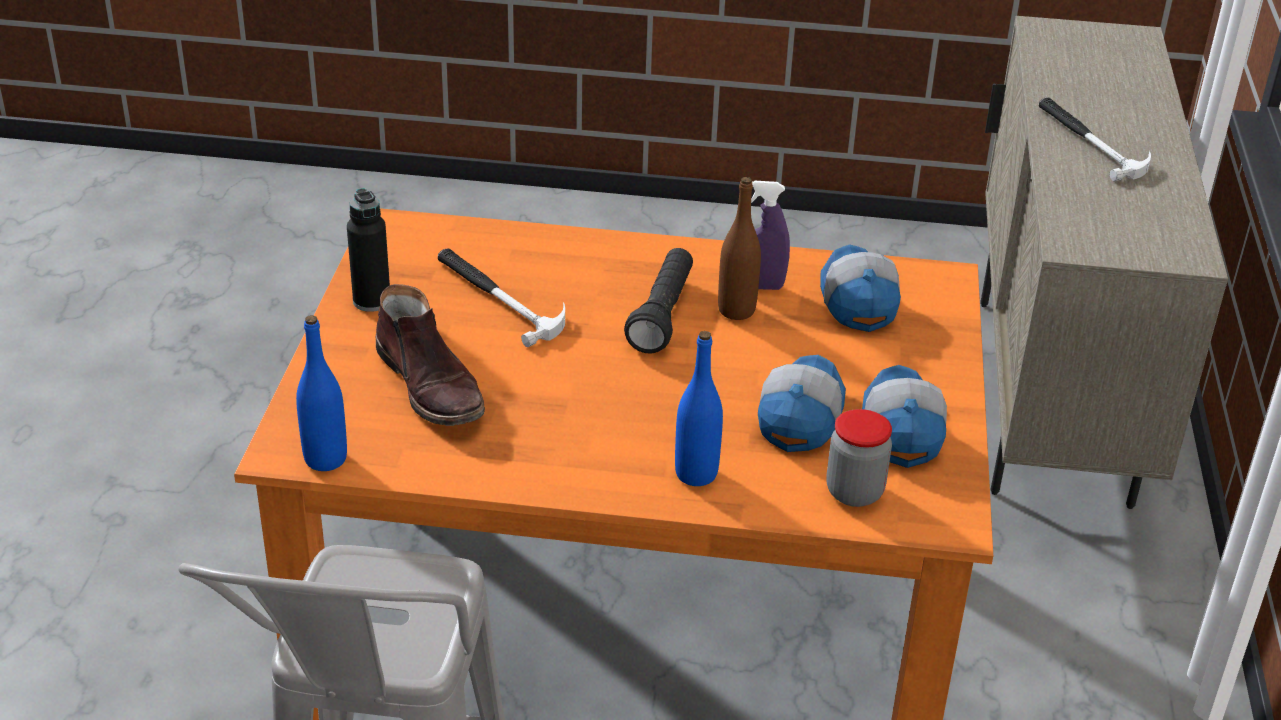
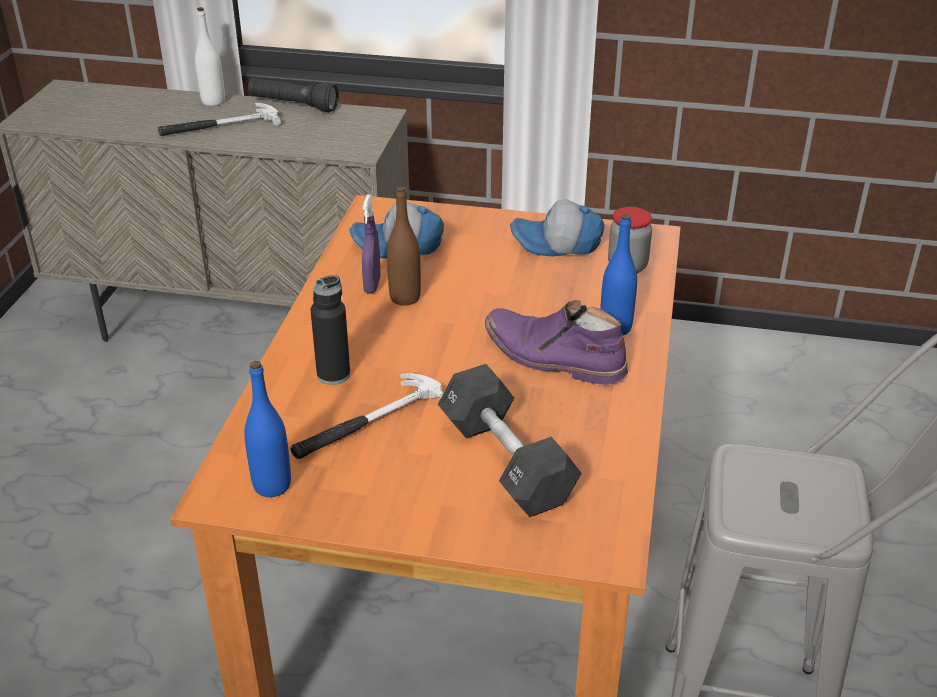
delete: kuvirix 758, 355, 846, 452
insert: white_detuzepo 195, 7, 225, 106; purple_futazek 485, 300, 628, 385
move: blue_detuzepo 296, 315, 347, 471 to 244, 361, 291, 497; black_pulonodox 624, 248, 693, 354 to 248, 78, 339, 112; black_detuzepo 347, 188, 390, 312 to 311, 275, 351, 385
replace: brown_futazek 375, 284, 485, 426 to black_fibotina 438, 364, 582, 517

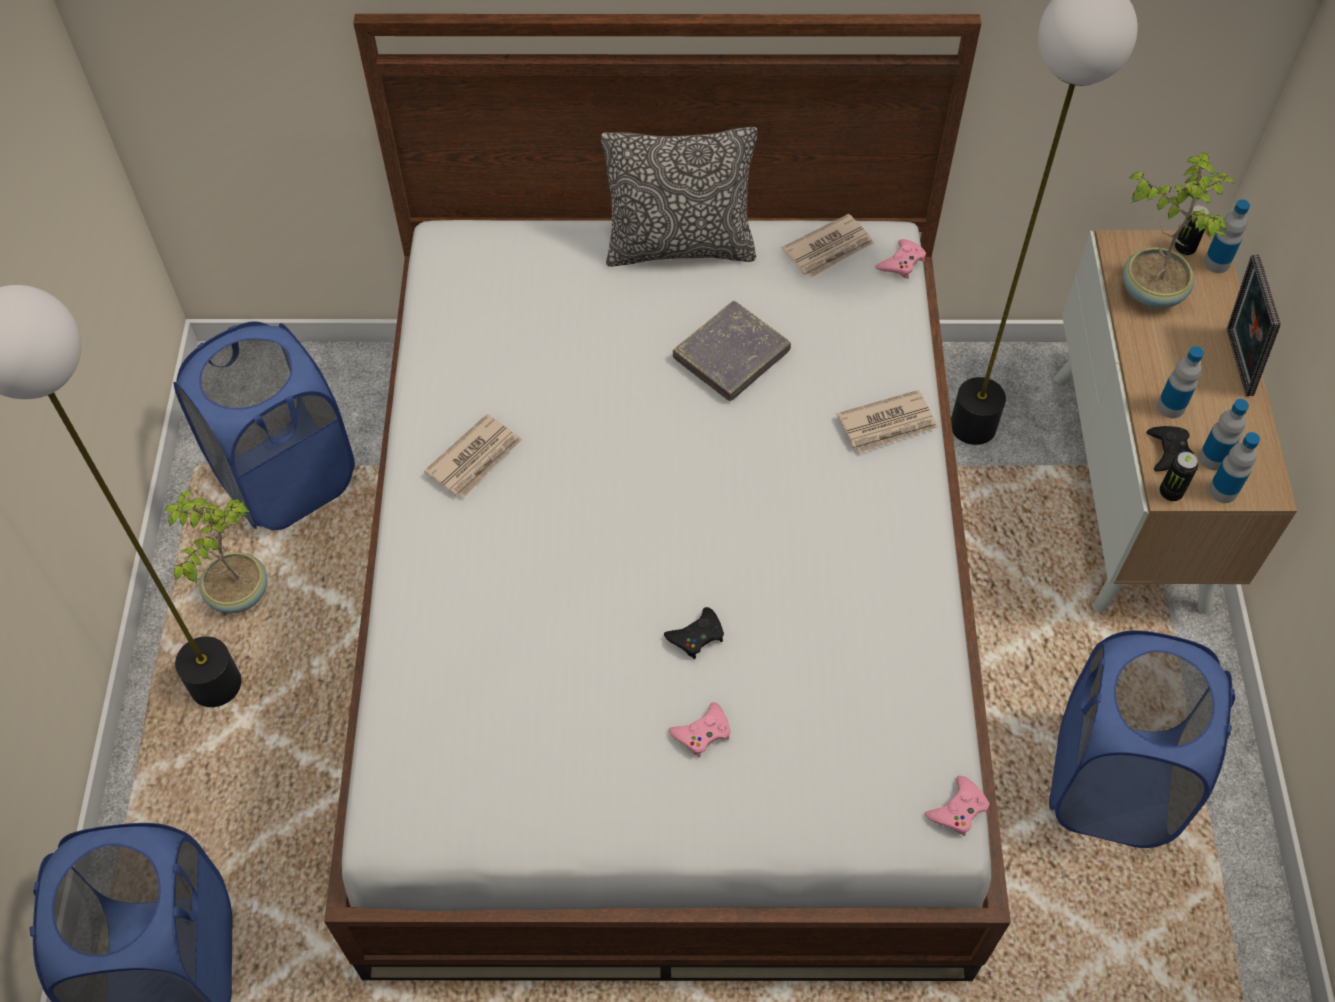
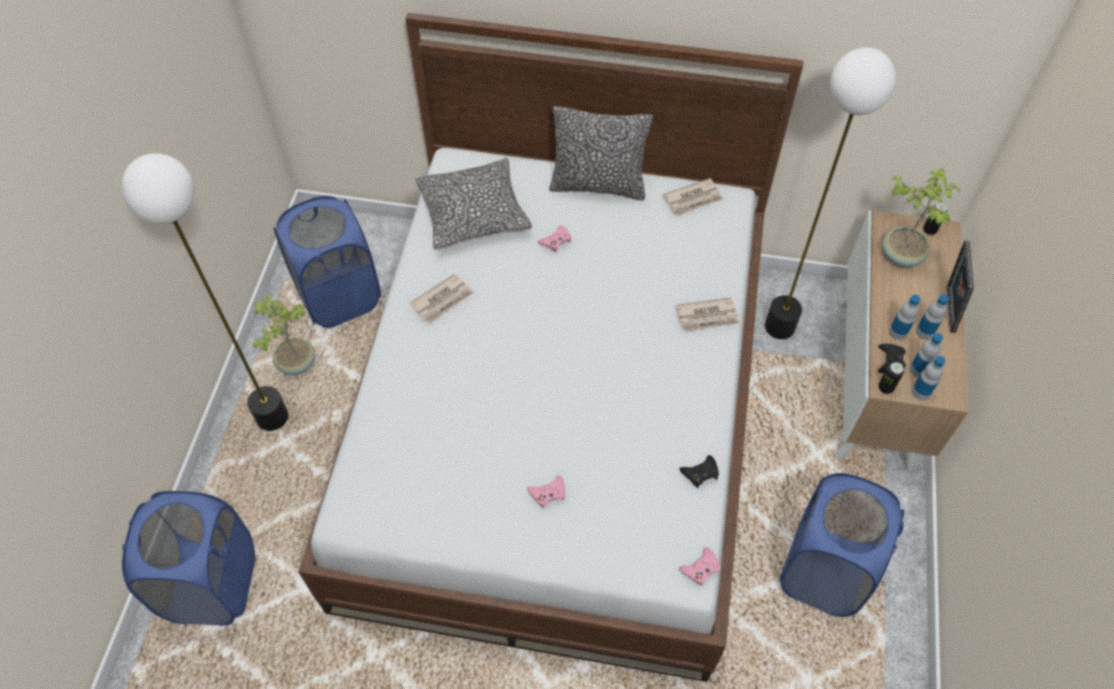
delete: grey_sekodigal 673, 301, 791, 401
insert: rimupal 415, 158, 532, 249
move: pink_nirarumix 875, 239, 926, 279 to 537, 226, 571, 252; black_nirarumix 664, 607, 724, 659 to 680, 455, 719, 488; detuzepo 1204, 200, 1250, 273 to 916, 294, 949, 340

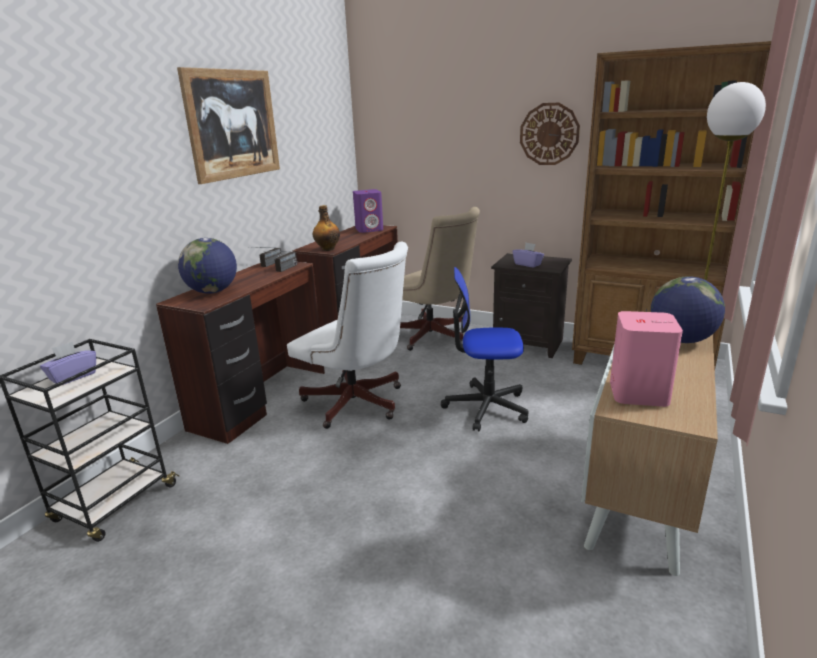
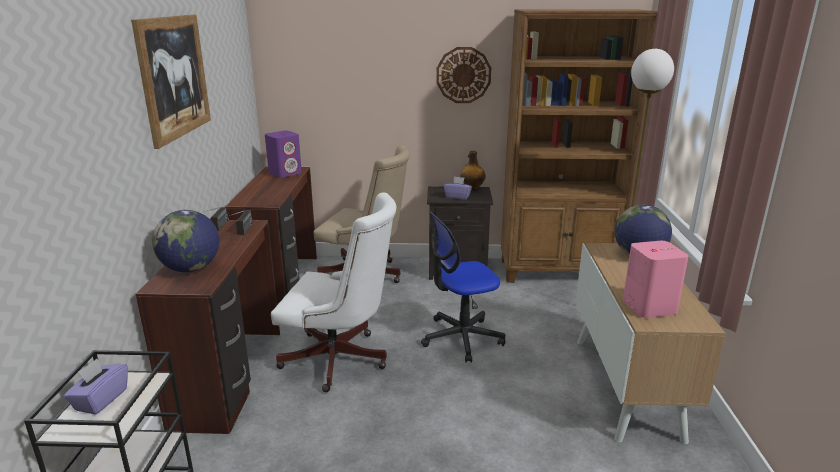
move: detuzepo 313, 205, 340, 251 to 461, 150, 486, 191

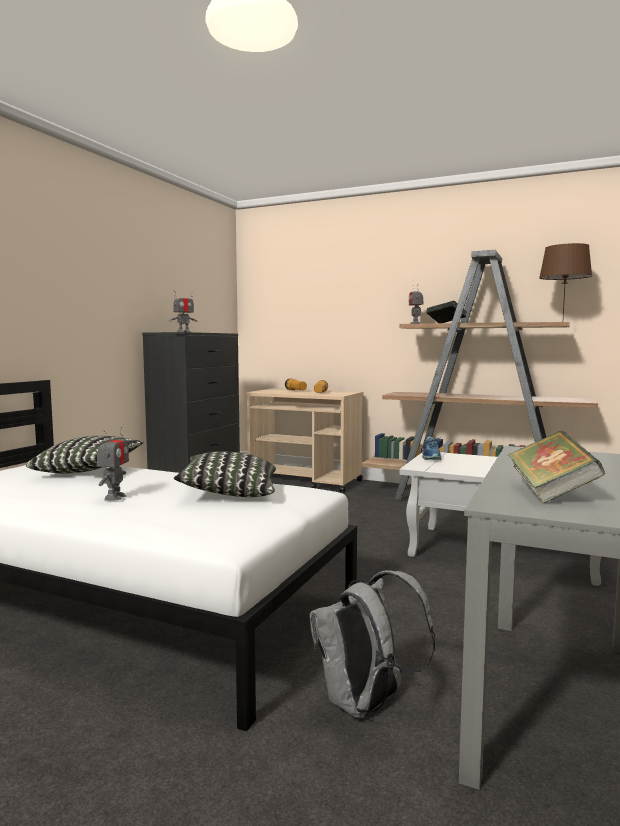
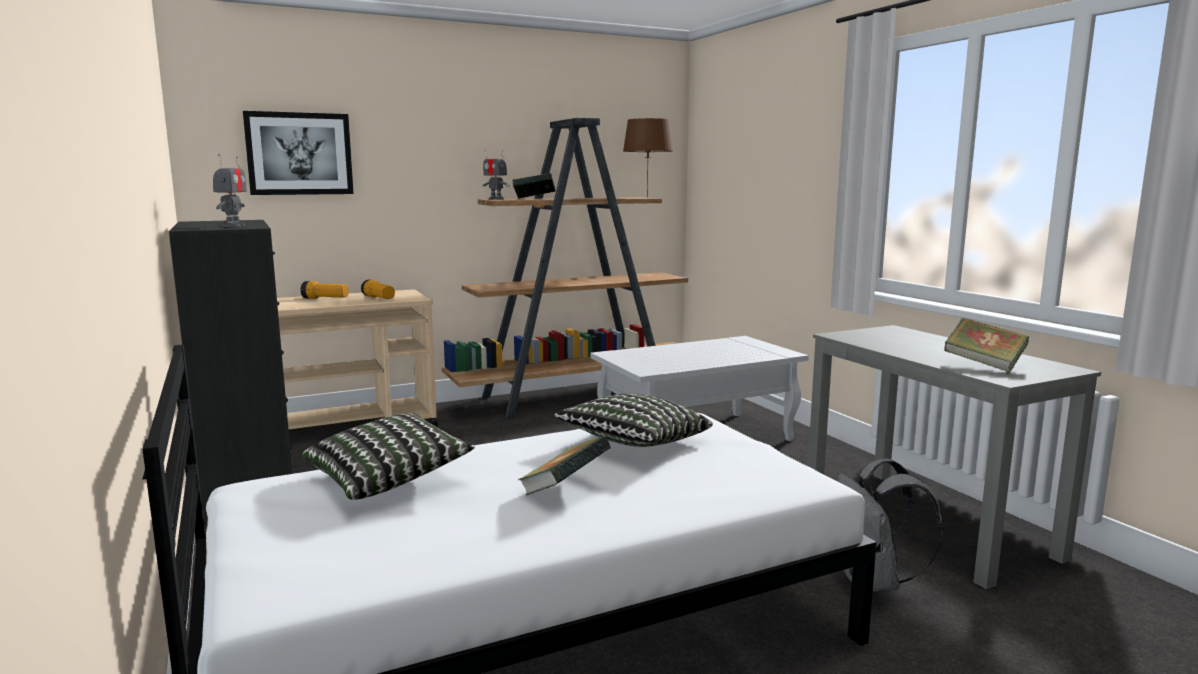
delete: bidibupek 422, 436, 441, 460
insert: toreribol 243, 111, 354, 195
replace: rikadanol 97, 427, 129, 501 to sekodigal 518, 436, 611, 495

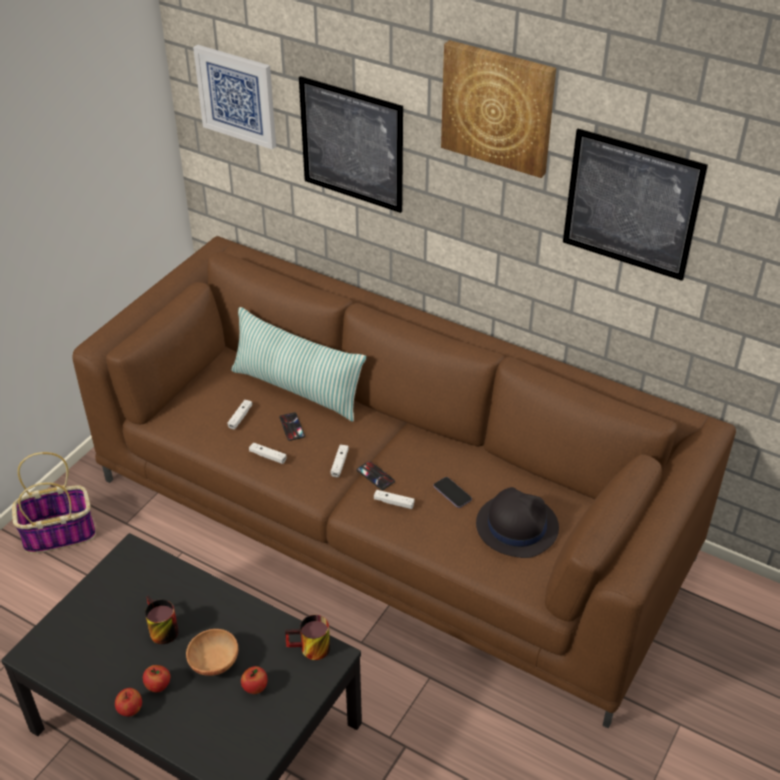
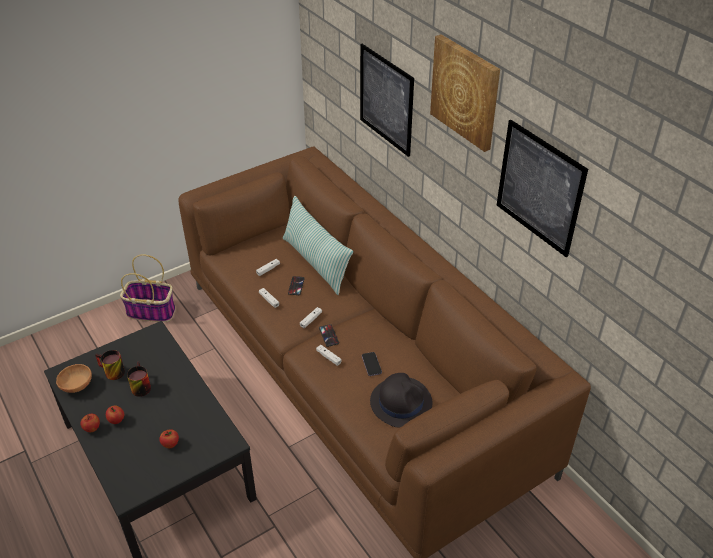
delete: toreribol 193, 45, 276, 149
move: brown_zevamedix 186, 629, 238, 676 to 56, 364, 92, 393; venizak 285, 615, 330, 660 to 95, 350, 125, 380

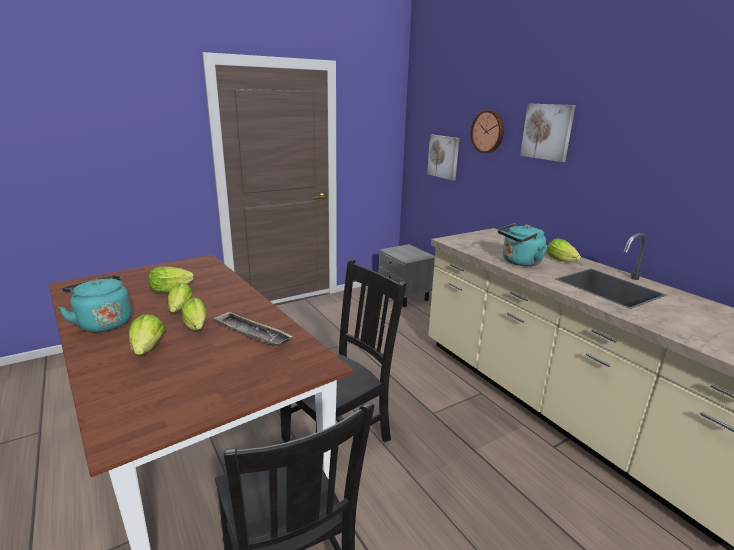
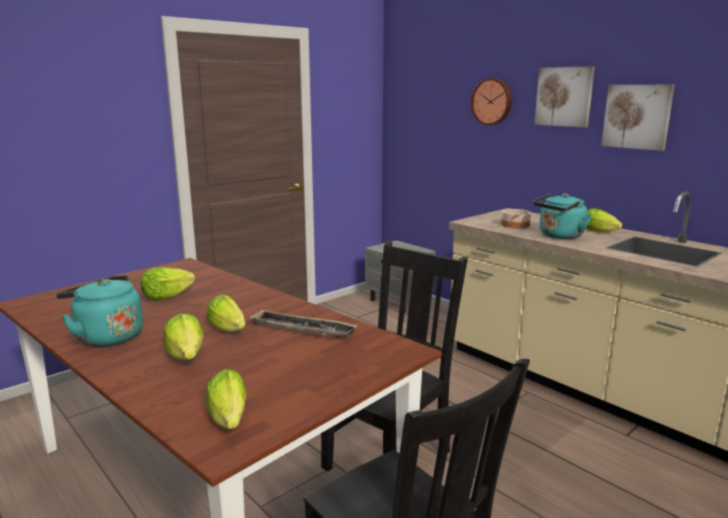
insert: zevamedix 501, 209, 531, 228
move: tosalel 167, 283, 193, 313 to 205, 369, 246, 429; toreribol 427, 135, 459, 181 to 601, 85, 675, 151

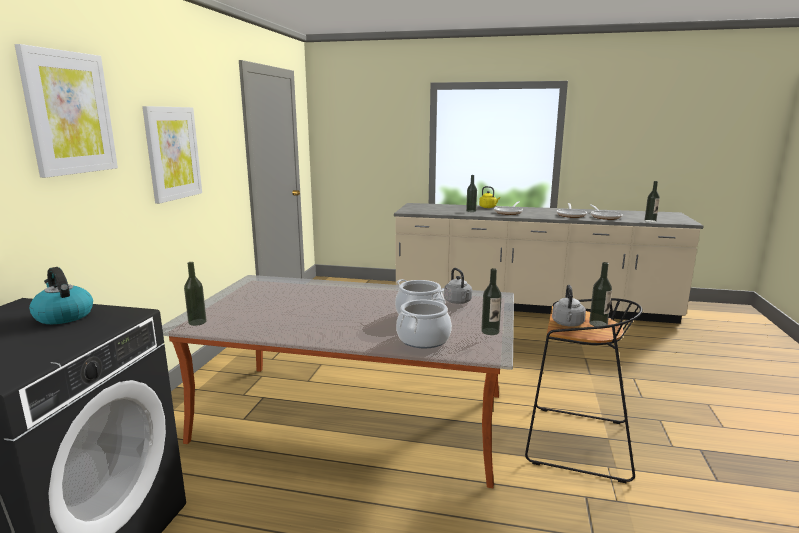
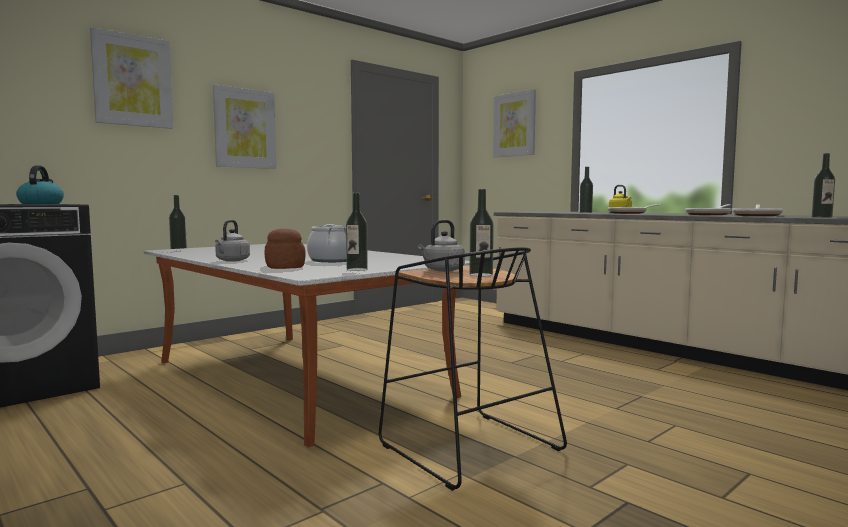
insert: toreribol 493, 89, 536, 157
move: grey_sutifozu 444, 268, 472, 304 to 215, 220, 250, 262
replace: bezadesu 396, 298, 452, 348 to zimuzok 265, 229, 306, 269

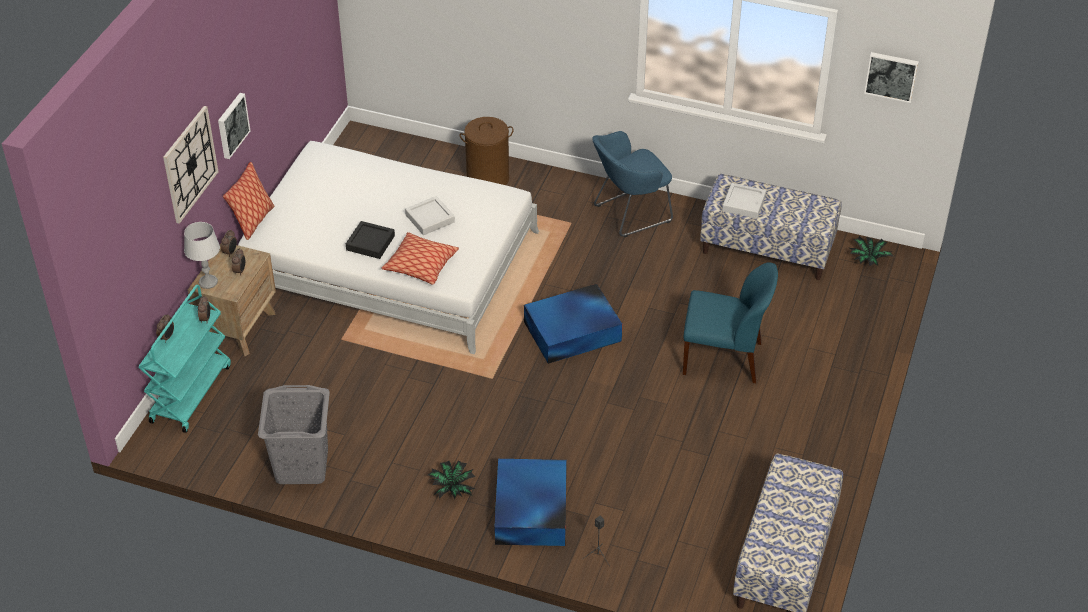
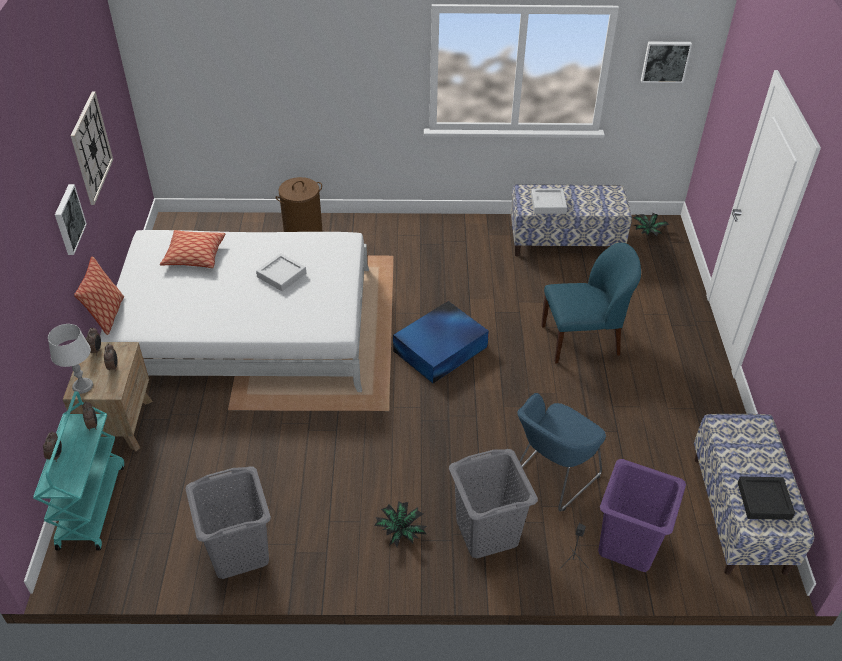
insert: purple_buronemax 598, 459, 686, 572
move: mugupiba 163, 106, 218, 224 to 71, 92, 113, 205; rimupal 381, 232, 459, 285 to 160, 230, 226, 268; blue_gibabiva 592, 131, 673, 237 to 517, 393, 606, 511; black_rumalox 346, 221, 395, 259 to 738, 477, 795, 520
replace: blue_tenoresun 494, 459, 567, 546 to grey_buronemax 449, 449, 538, 558

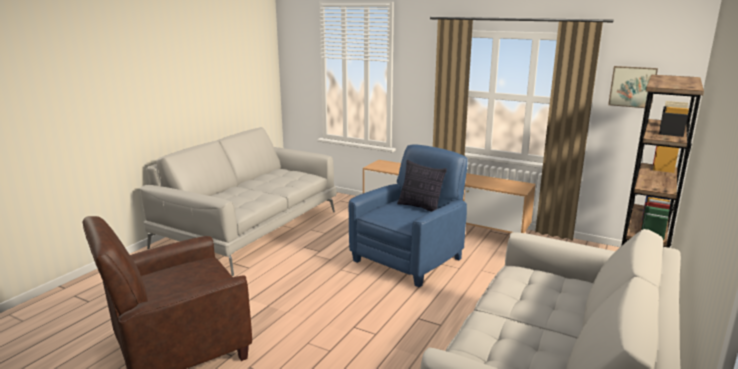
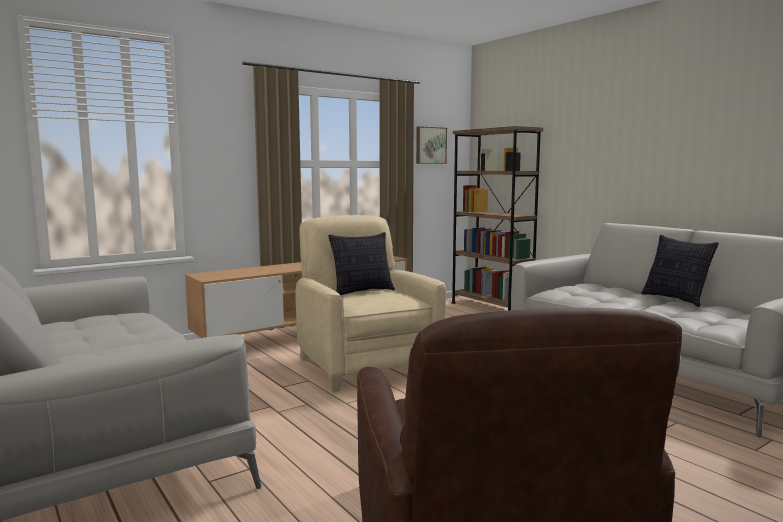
insert: rimupal 641, 235, 719, 307
recolor: blue_gibabiva 349, 145, 468, 287 to beige_gibabiva 295, 215, 446, 392

